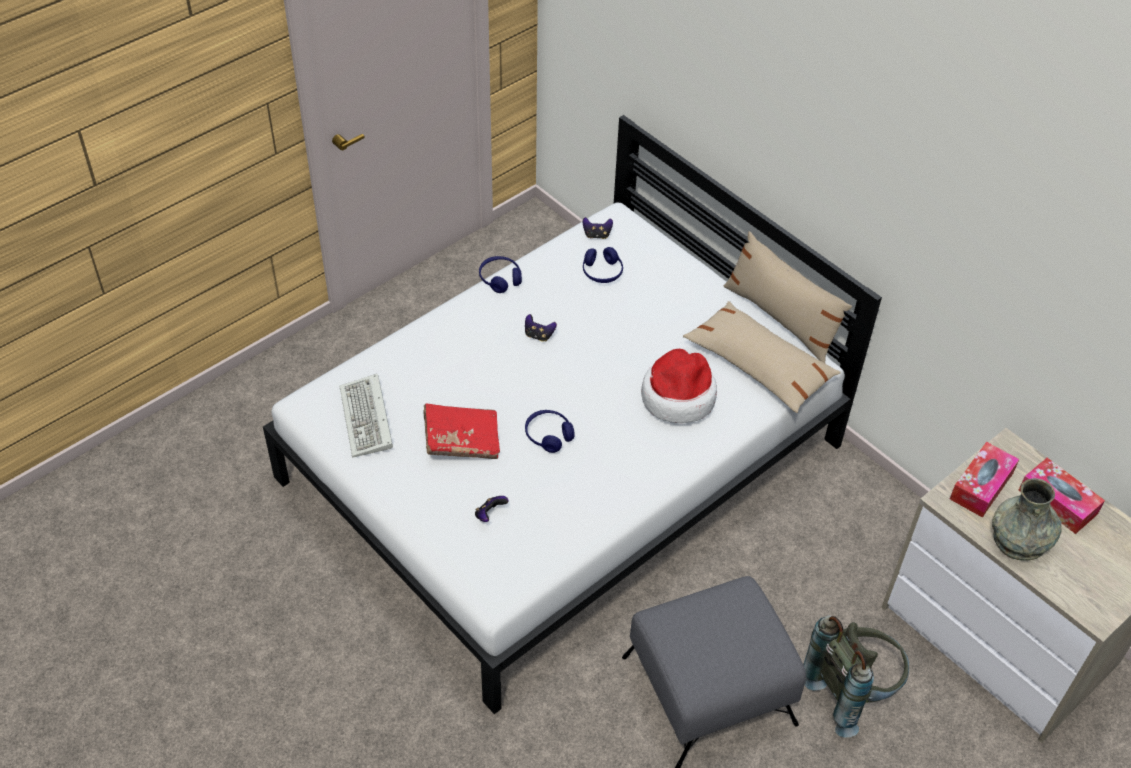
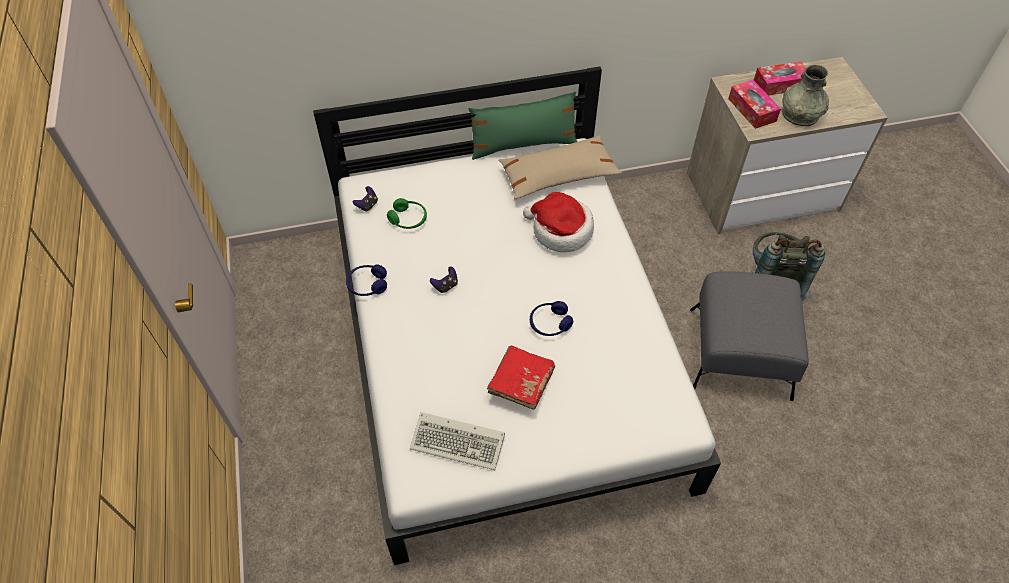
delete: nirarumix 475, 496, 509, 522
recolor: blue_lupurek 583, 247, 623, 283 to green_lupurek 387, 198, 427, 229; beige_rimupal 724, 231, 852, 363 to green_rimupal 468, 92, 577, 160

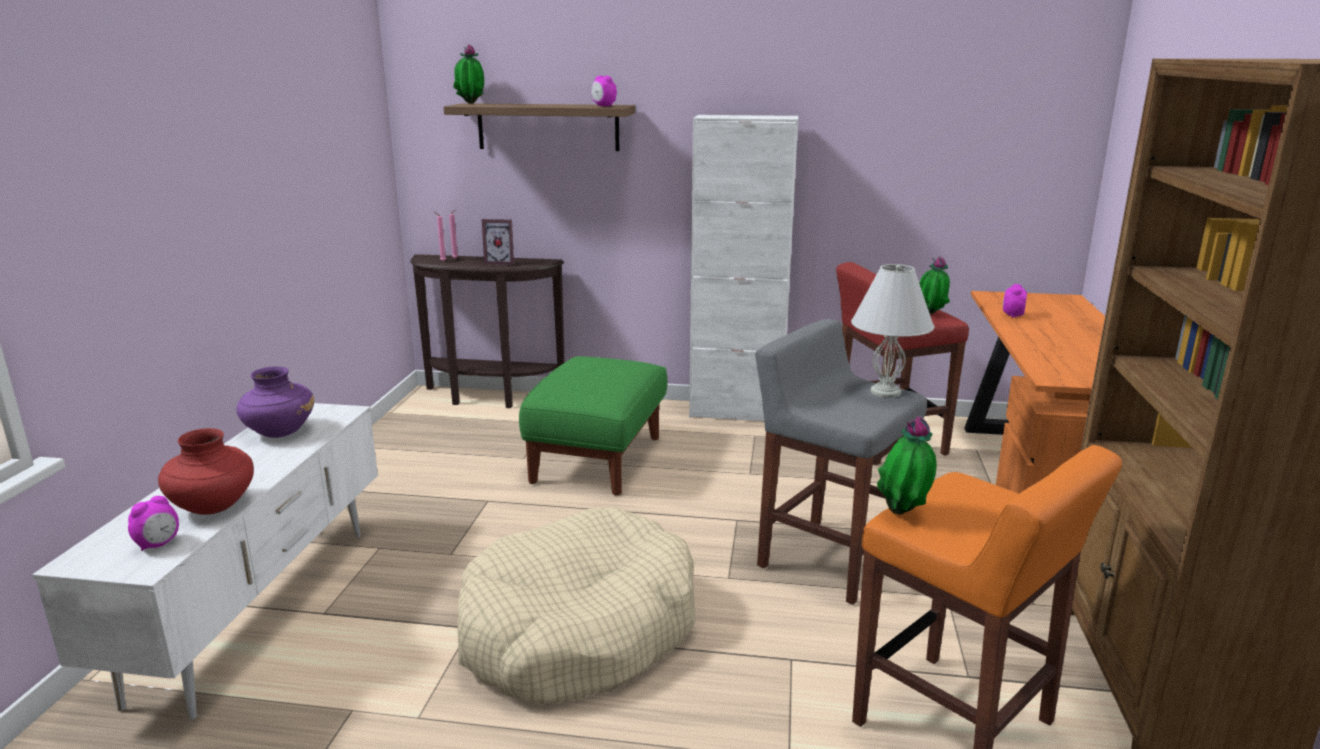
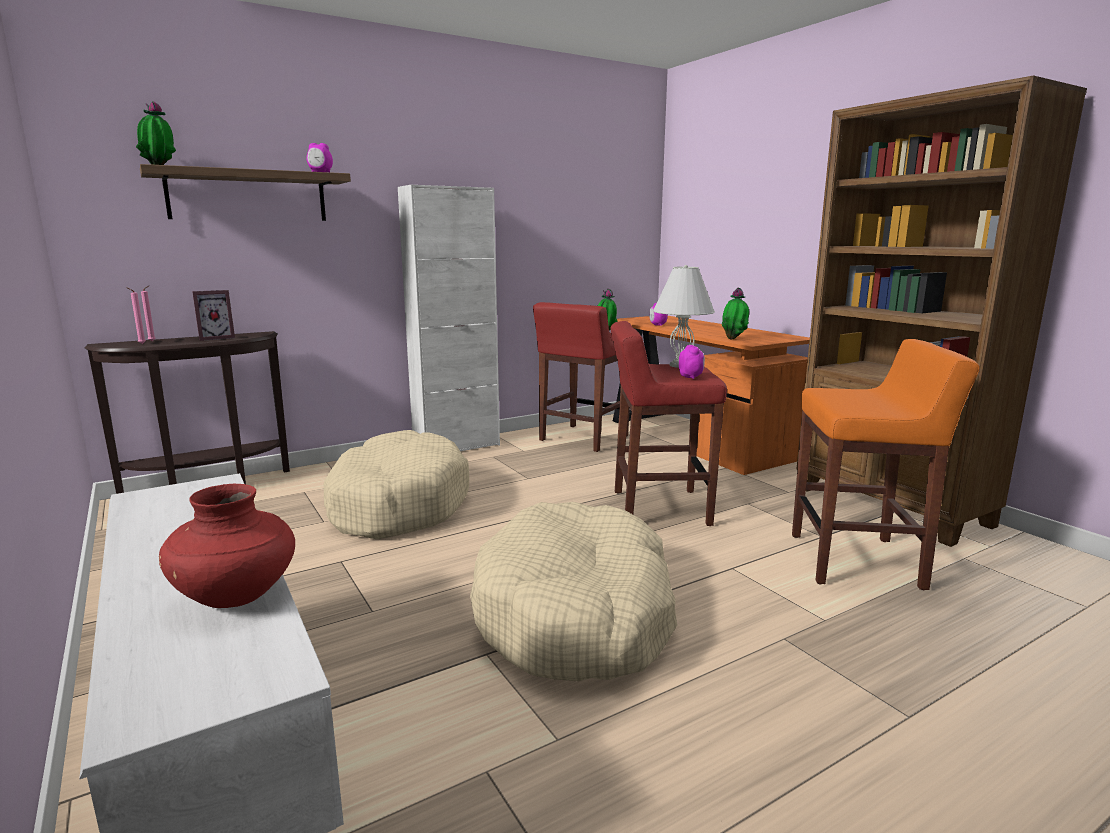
delete: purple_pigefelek 236, 367, 314, 438
move: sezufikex 128, 496, 179, 551 to 679, 345, 705, 379; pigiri 877, 416, 937, 515 to 722, 288, 749, 339
replace: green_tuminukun 519, 356, 667, 496 to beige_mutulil 324, 430, 469, 539
recolor: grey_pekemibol 755, 319, 927, 605 to red_pekemibol 611, 321, 727, 526

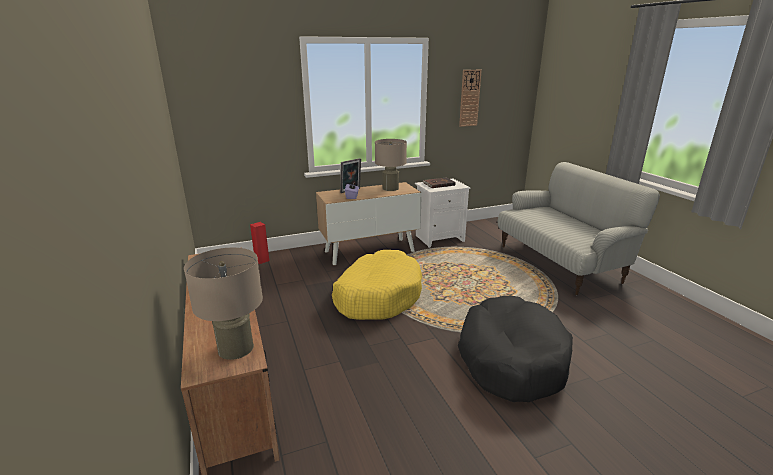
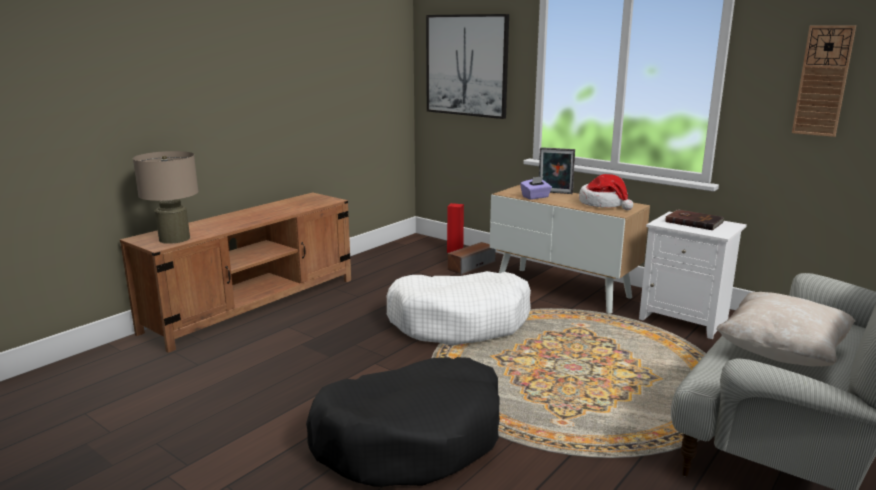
insert: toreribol 426, 14, 509, 119; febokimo 448, 242, 496, 275; beige_rimupal 716, 292, 855, 366
replace: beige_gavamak 375, 139, 407, 191 to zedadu 579, 174, 633, 210
recolor: yellow_mutulil 332, 250, 422, 320 to white_mutulil 386, 271, 531, 346

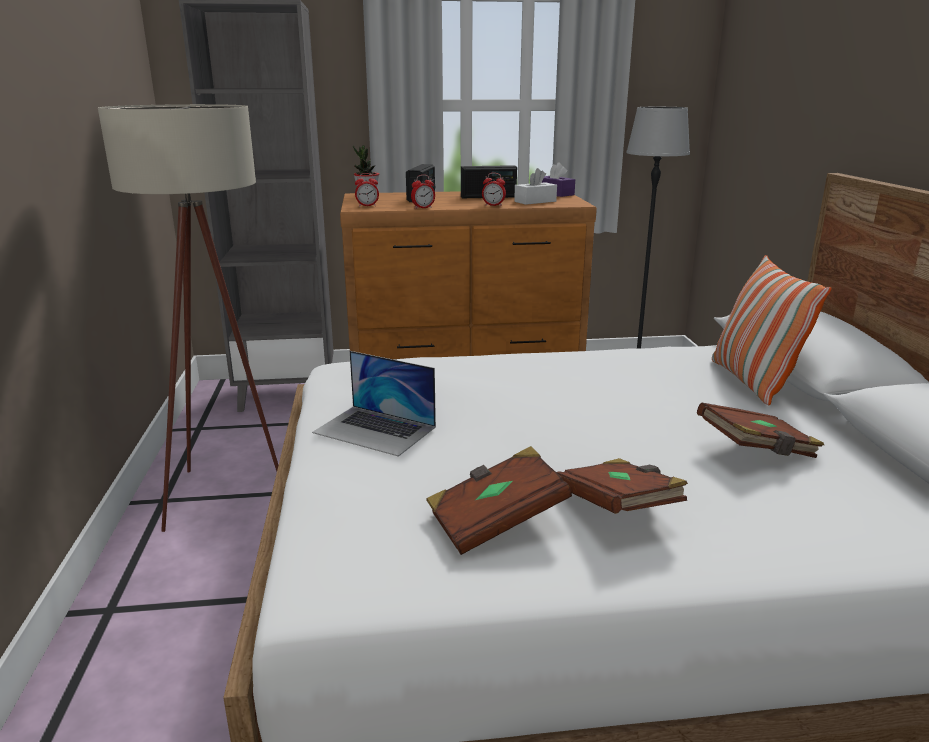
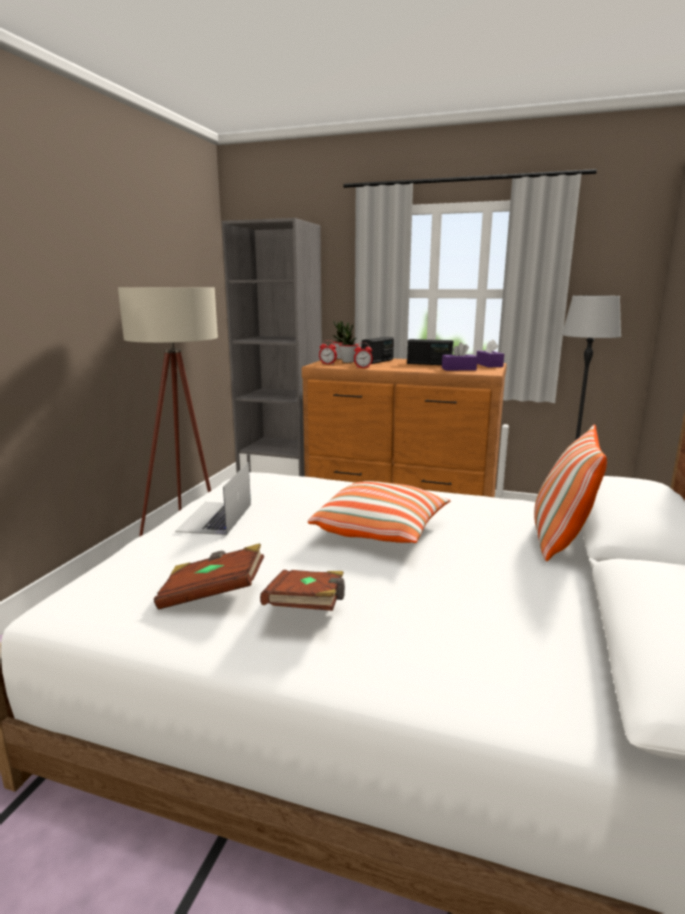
delete: sezufikex 482, 173, 506, 206; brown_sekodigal 697, 403, 824, 458
insert: rimupal 308, 481, 450, 543; pigiri 339, 323, 359, 363
recolor: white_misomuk 514, 168, 557, 205 to purple_misomuk 442, 342, 477, 371
rotate: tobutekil 312, 351, 436, 457 = 175, 462, 251, 535 45 degrees clockwise

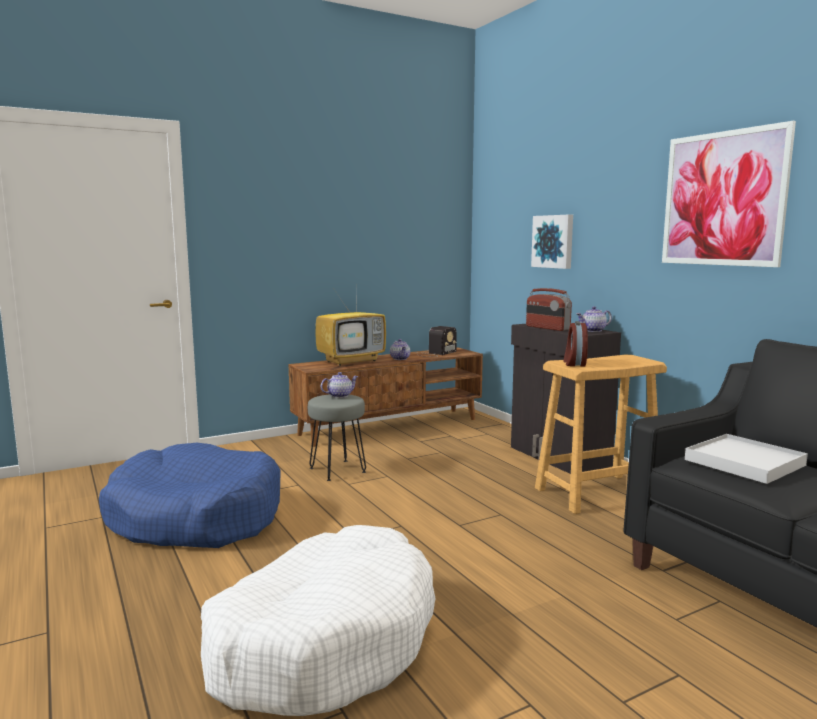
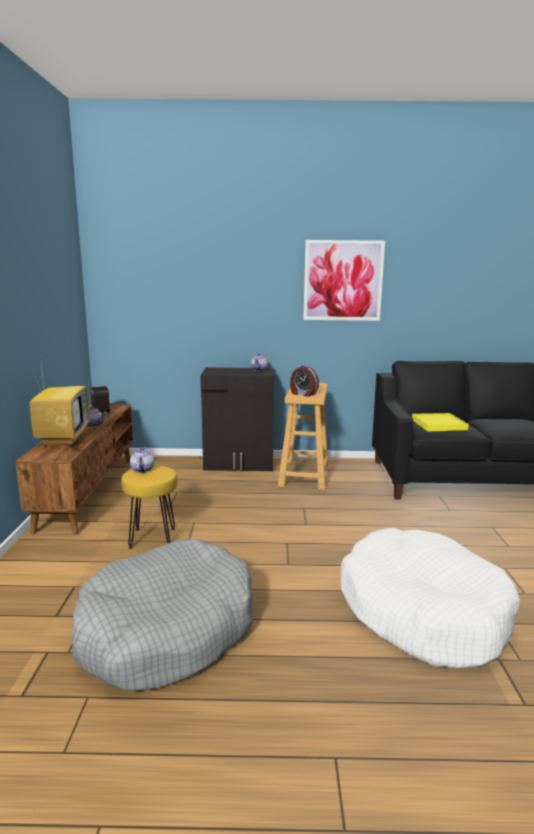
delete: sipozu 526, 288, 572, 331; toreribol 531, 215, 573, 269
recolor: blue_mutulil 99, 443, 281, 548 to grey_mutulil 71, 538, 253, 692; grey_pekemibol 308, 394, 366, 481 to yellow_pekemibol 121, 465, 177, 549; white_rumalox 685, 434, 808, 484 to yellow_rumalox 412, 413, 469, 431

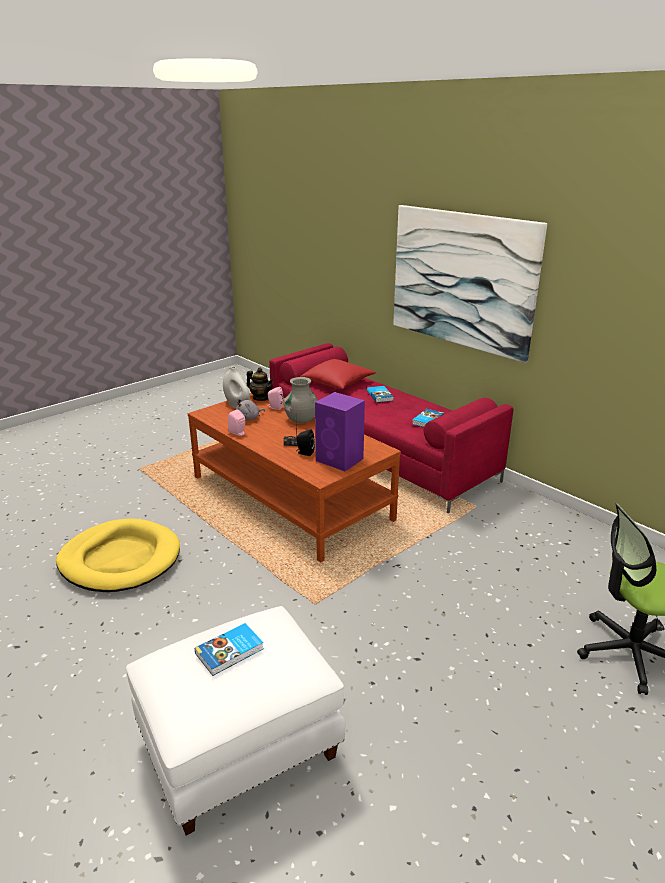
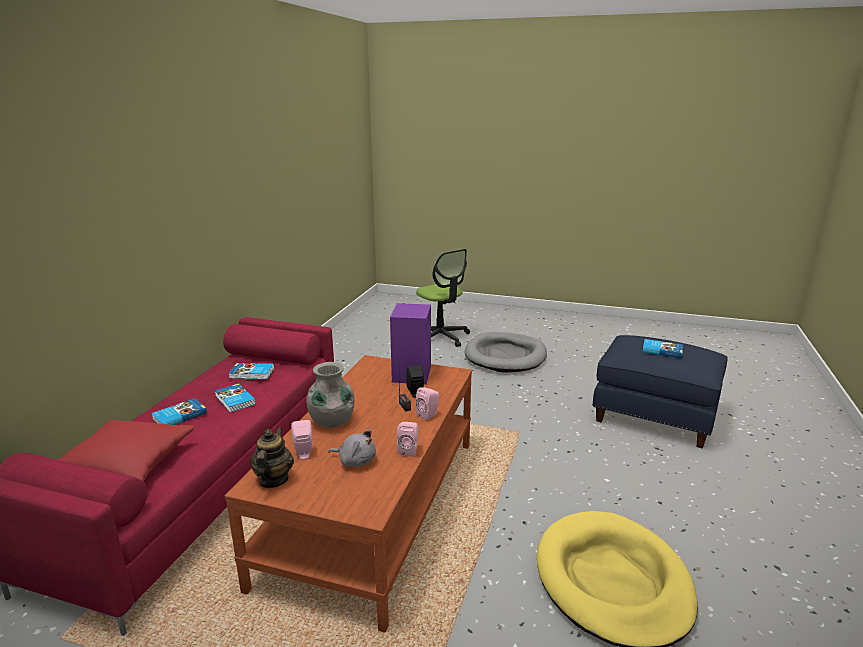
delete: white_pigefelek 223, 366, 250, 408; toreribol 393, 205, 547, 363
insert: sekodigal 215, 384, 256, 413; pink_febokimo 415, 388, 439, 420; grey_mutulil 465, 332, 547, 373
recolor: white_tuminukun 126, 606, 345, 836 to blue_tuminukun 593, 335, 728, 449

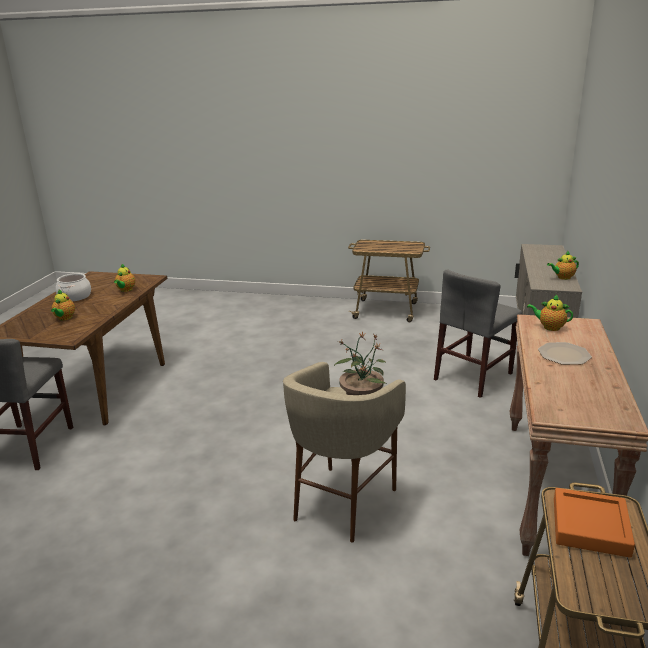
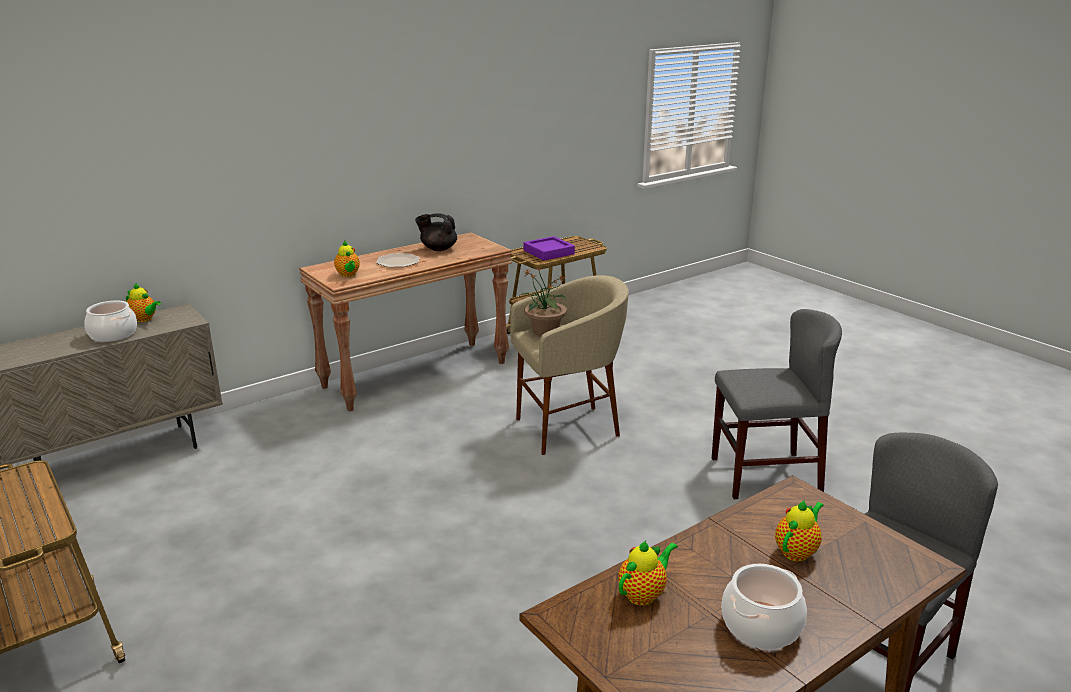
insert: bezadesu 84, 301, 137, 342; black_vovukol 415, 213, 457, 251
move: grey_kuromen 434, 269, 522, 398 to 712, 309, 842, 499
recolor: orange_rumalox 554, 488, 635, 558 to purple_rumalox 523, 236, 575, 261

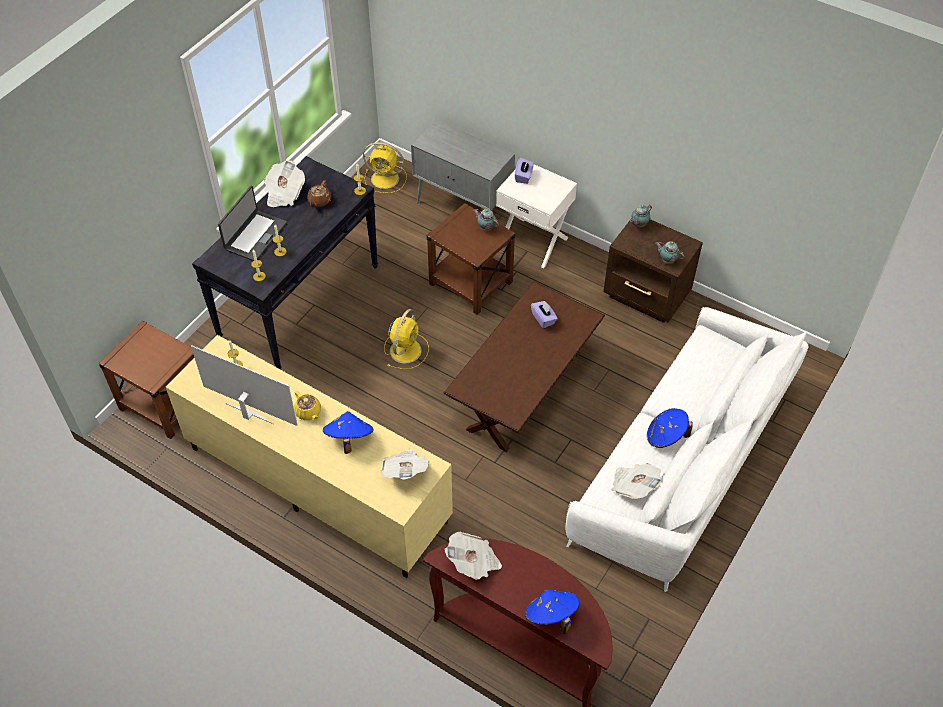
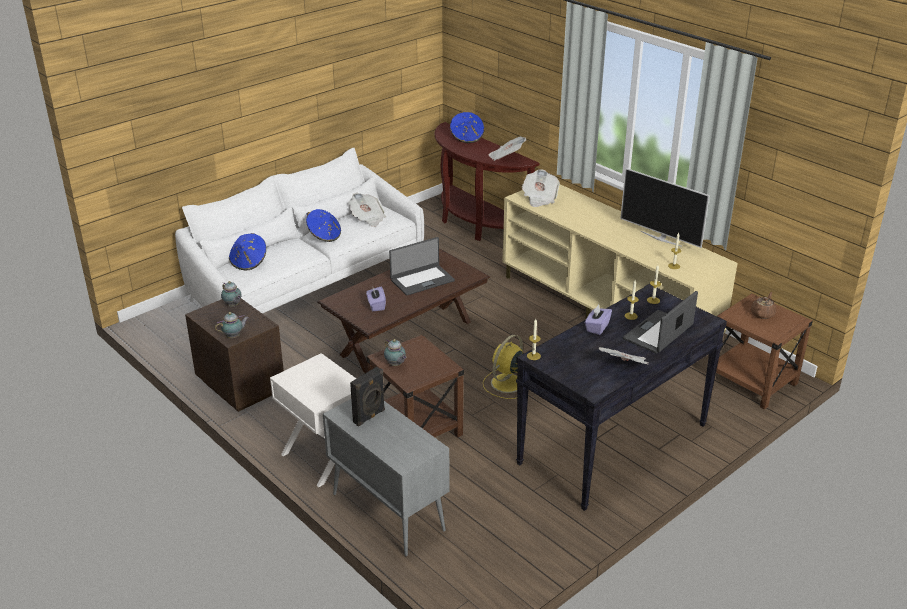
delete: yellow_vovukol 294, 391, 321, 420; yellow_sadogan 363, 142, 407, 193
insert: black_febokimo 350, 367, 385, 427; tobutekil 389, 237, 455, 296
move: blue_zedadu 323, 411, 374, 454 to 229, 233, 266, 270; purple_misomuk 515, 158, 534, 184 to 585, 305, 612, 335; brown_vovukol 307, 180, 331, 207 to 751, 292, 776, 319

